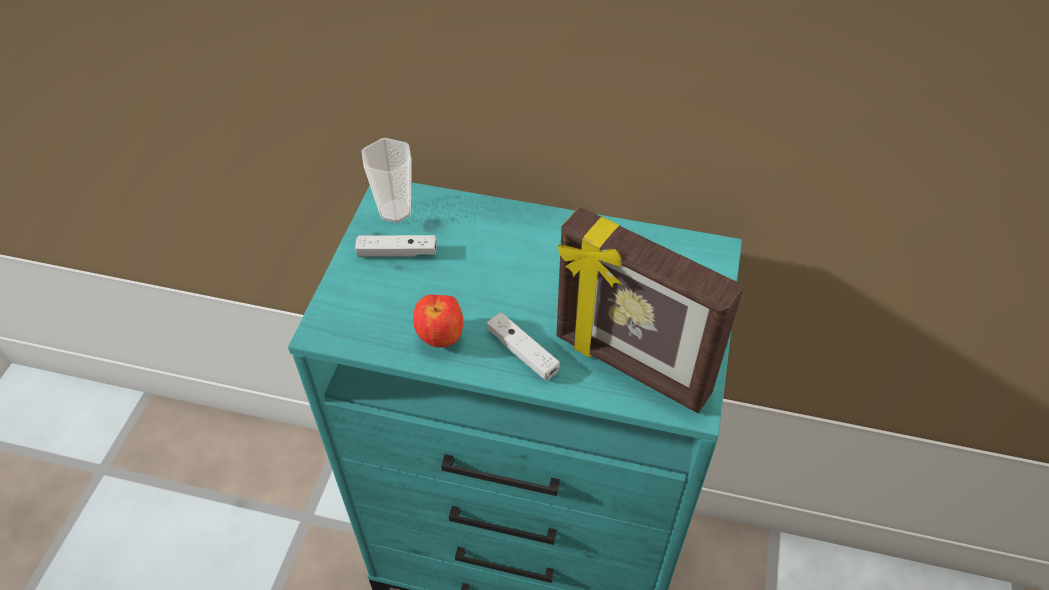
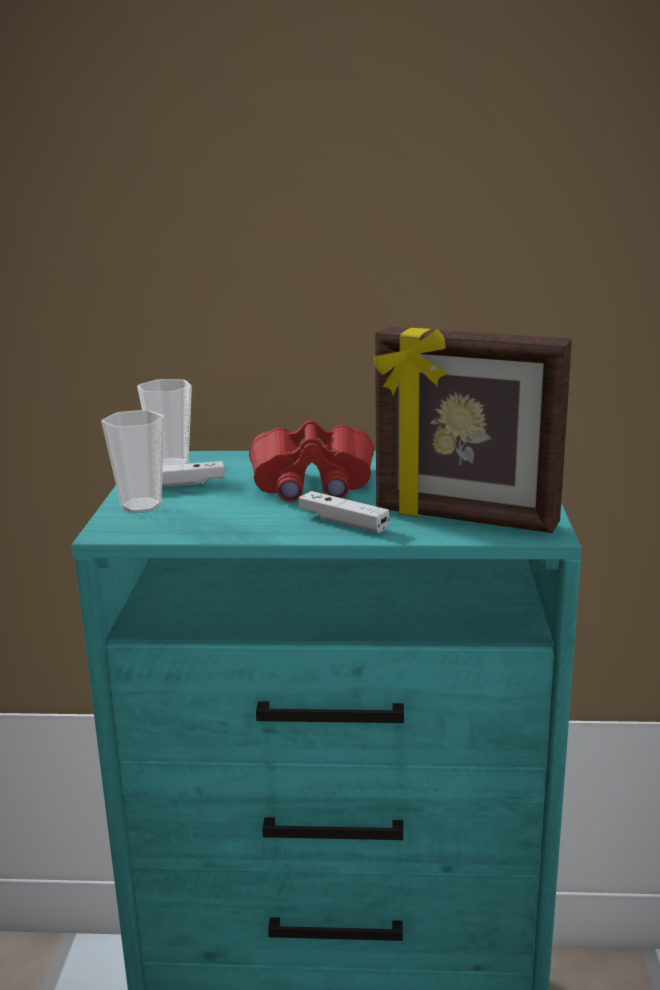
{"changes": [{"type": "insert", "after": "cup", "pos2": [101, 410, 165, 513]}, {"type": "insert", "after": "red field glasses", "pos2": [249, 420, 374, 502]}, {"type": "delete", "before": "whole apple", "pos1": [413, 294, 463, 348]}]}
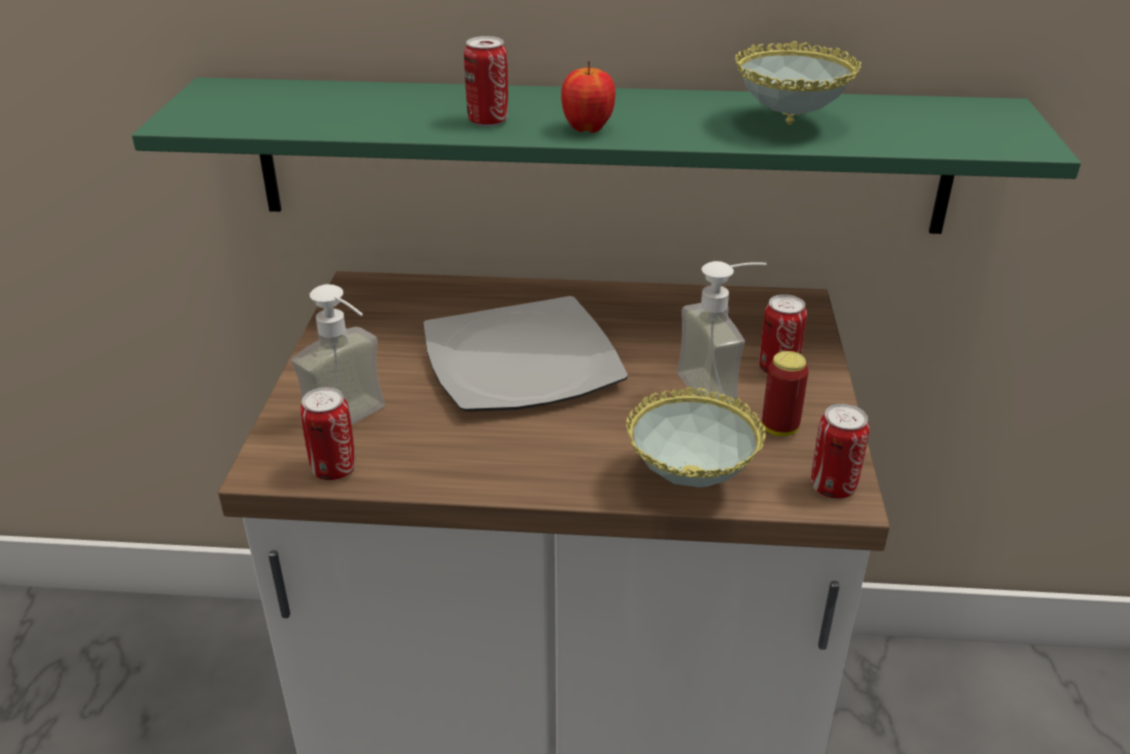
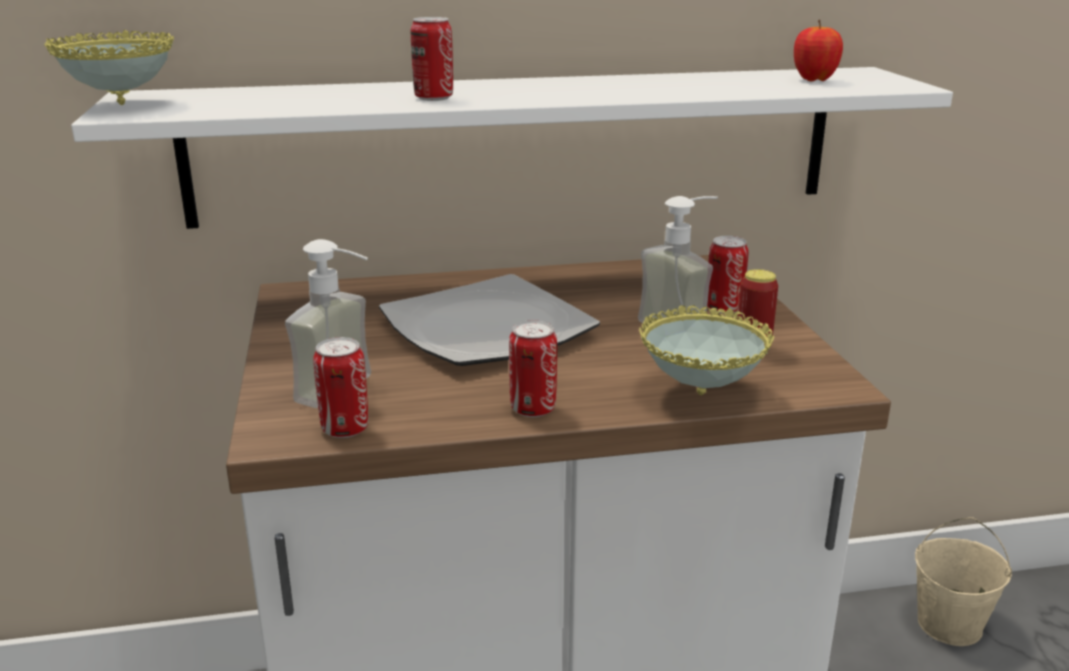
{"changes": [{"type": "move", "before": "deep dish", "pos1": [735, 41, 861, 125], "pos2": [44, 30, 174, 105]}, {"type": "recolor", "before": "green wall shelf", "after": "white wall shelf", "pos1": [132, 77, 1081, 234], "pos2": [71, 67, 953, 229]}, {"type": "move", "before": "can", "pos1": [811, 404, 870, 499], "pos2": [509, 320, 557, 417]}, {"type": "move", "before": "whole apple", "pos1": [561, 61, 616, 133], "pos2": [794, 20, 843, 82]}, {"type": "insert", "after": "beige-coloured bucket", "pos2": [915, 517, 1012, 646]}]}
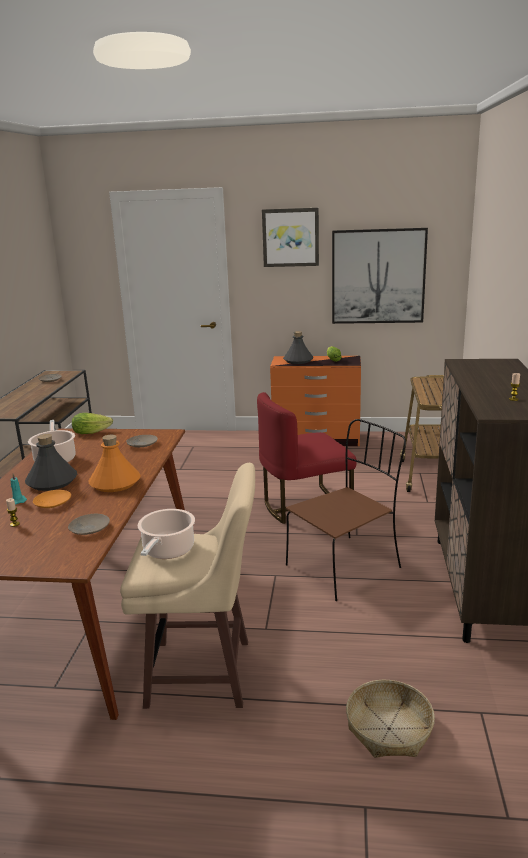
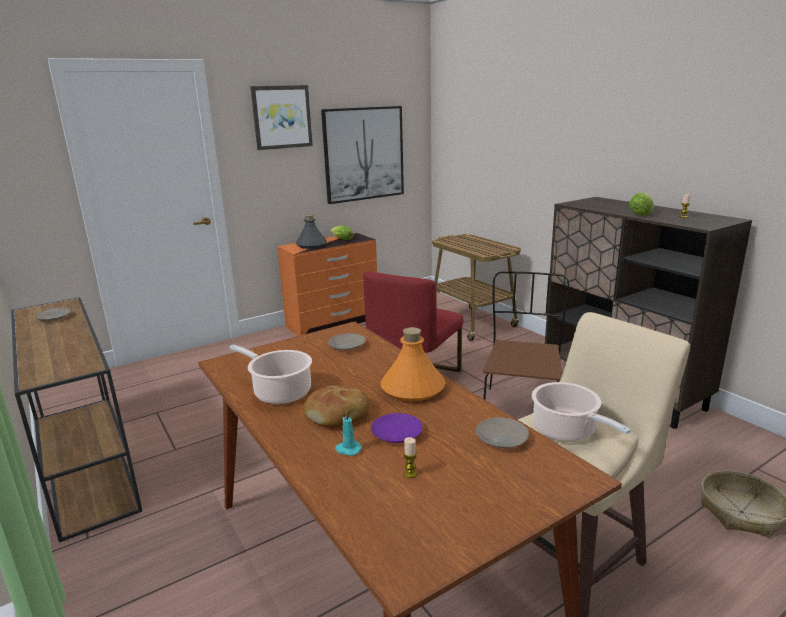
{"changes": [{"type": "replace", "before": "grey beverage bottle", "after": "bread", "pos1": [25, 434, 77, 491], "pos2": [304, 385, 369, 427]}, {"type": "recolor", "before": "orangey flat dish", "after": "purple-coloured flat dish", "pos1": [33, 490, 71, 508], "pos2": [371, 413, 422, 443]}, {"type": "move", "before": "head of lettuce", "pos1": [72, 413, 113, 434], "pos2": [629, 193, 654, 216]}]}
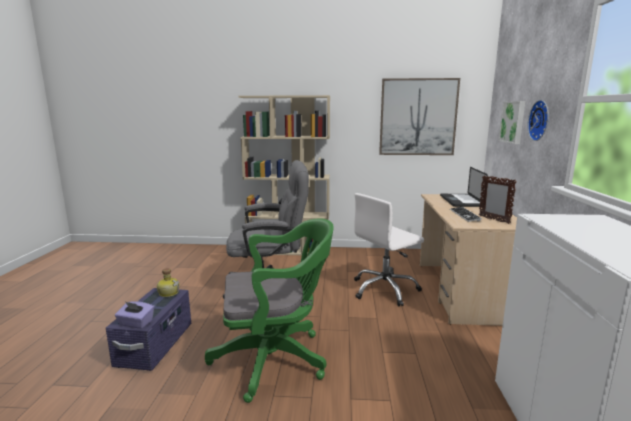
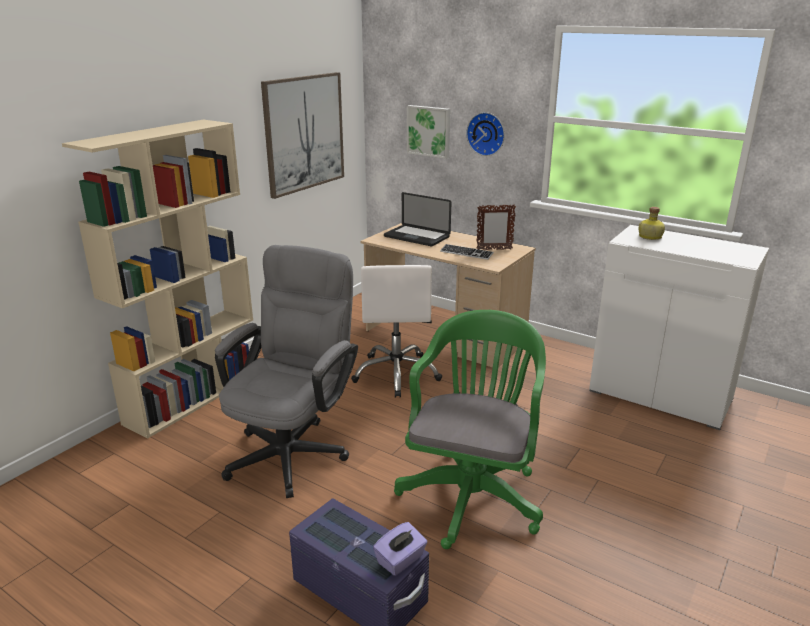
{"changes": [{"type": "move", "before": "beverage bottle", "pos1": [157, 268, 179, 297], "pos2": [639, 207, 665, 240]}]}
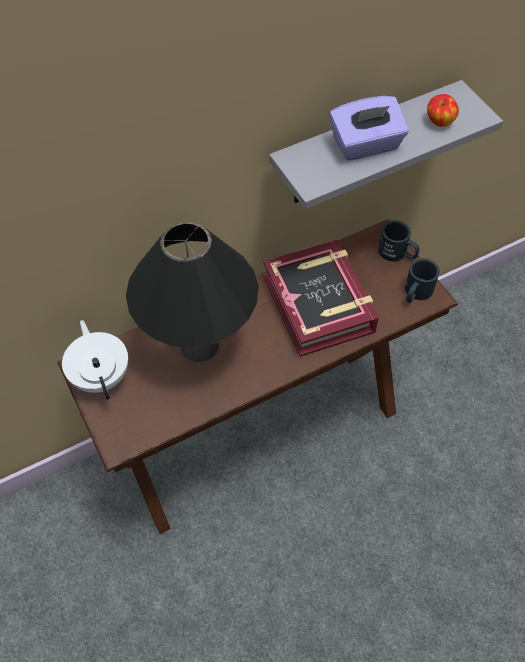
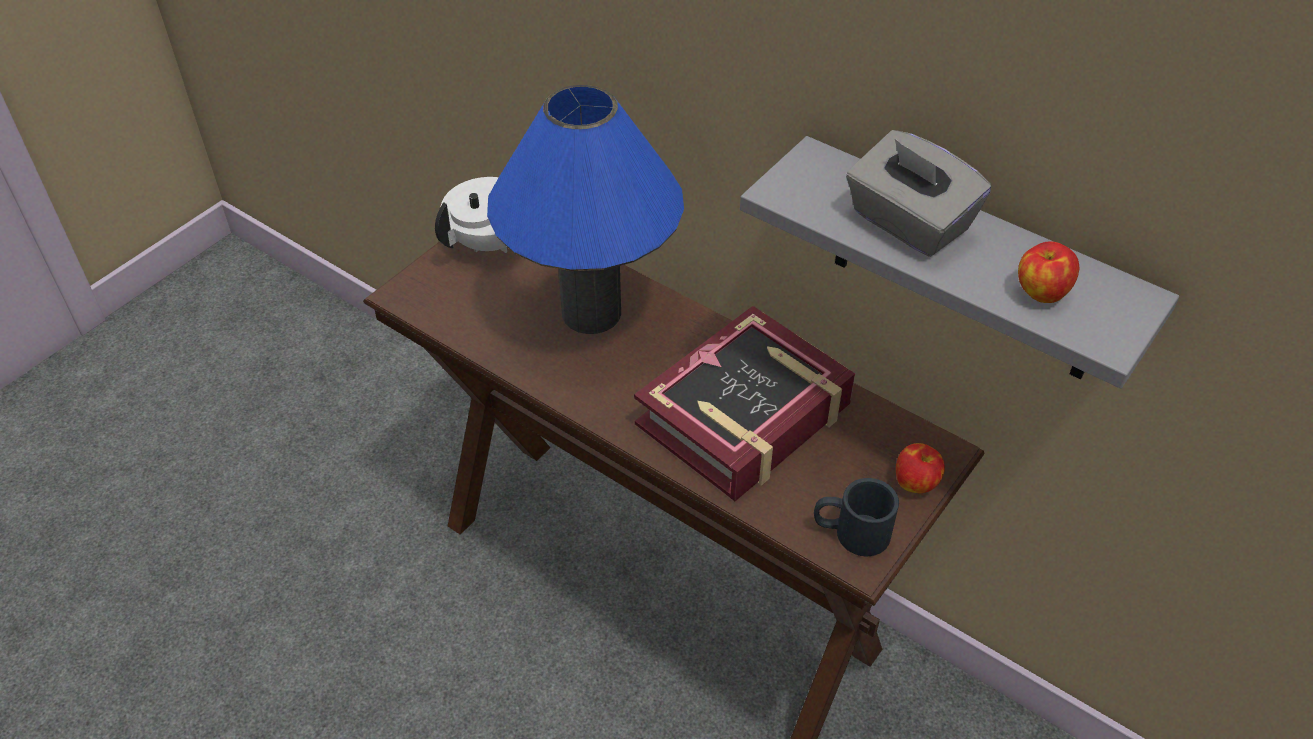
{"changes": [{"type": "recolor", "before": "blackish lamp for a table", "after": "blue lamp for a table", "pos1": [126, 222, 259, 362], "pos2": [487, 85, 684, 334]}, {"type": "recolor", "before": "purple-coloured tissue holder", "after": "grey tissue holder", "pos1": [329, 96, 409, 161], "pos2": [846, 130, 991, 257]}, {"type": "replace", "before": "blackish coffee mug", "after": "whole apple", "pos1": [378, 220, 419, 261], "pos2": [896, 443, 945, 493]}]}
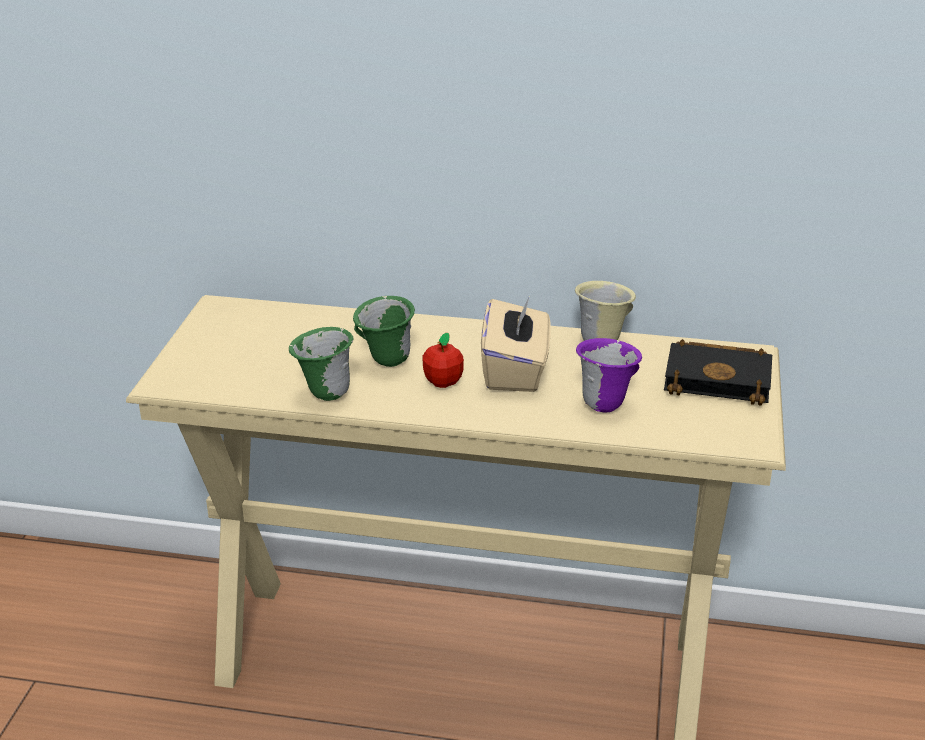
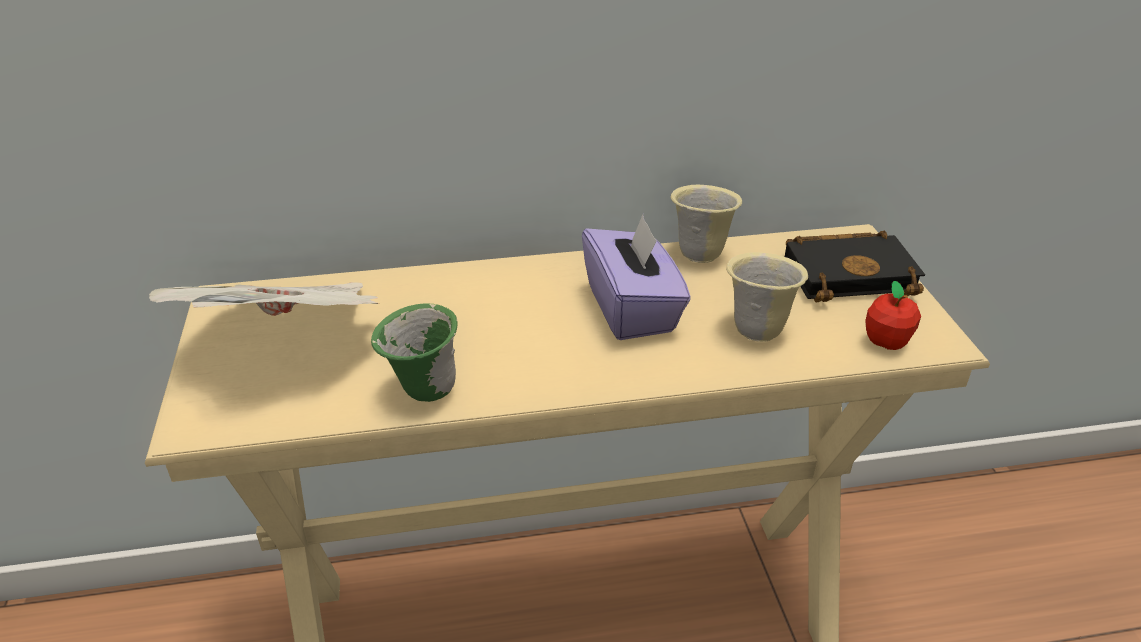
{"changes": [{"type": "insert", "after": "newspaper", "pos2": [149, 282, 379, 316]}, {"type": "recolor", "before": "beige-coloured tissue holder", "after": "purple-coloured tissue holder", "pos1": [481, 293, 551, 392], "pos2": [582, 215, 691, 340]}, {"type": "recolor", "before": "purple-coloured coffee mug", "after": "beige-coloured coffee mug", "pos1": [576, 338, 642, 412], "pos2": [726, 252, 808, 342]}, {"type": "move", "before": "whole apple", "pos1": [422, 333, 464, 388], "pos2": [865, 281, 921, 350]}, {"type": "delete", "before": "green coffee mug", "pos1": [353, 296, 415, 367]}]}
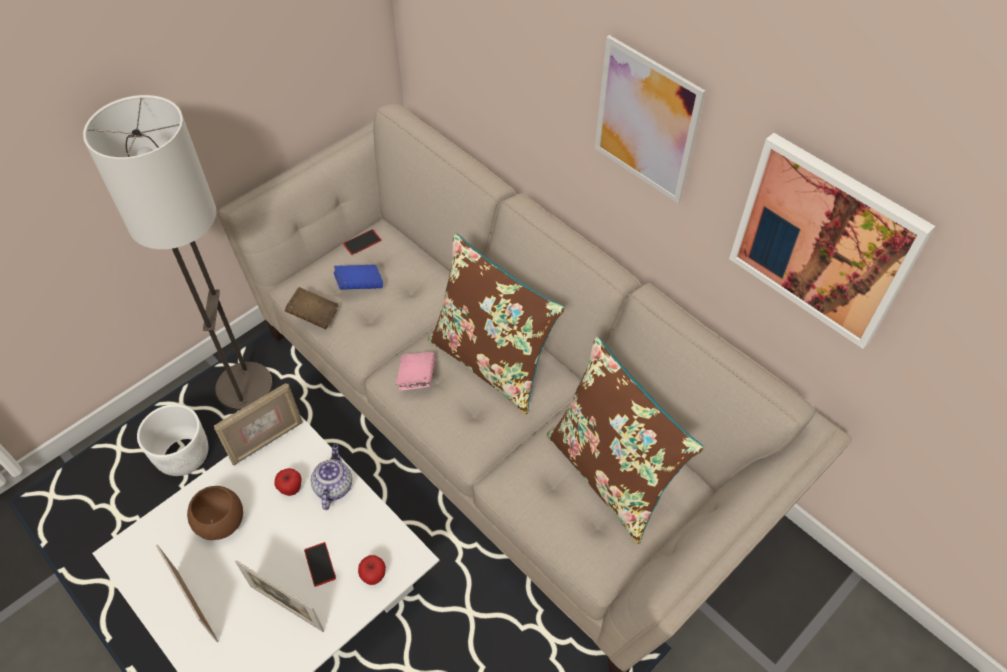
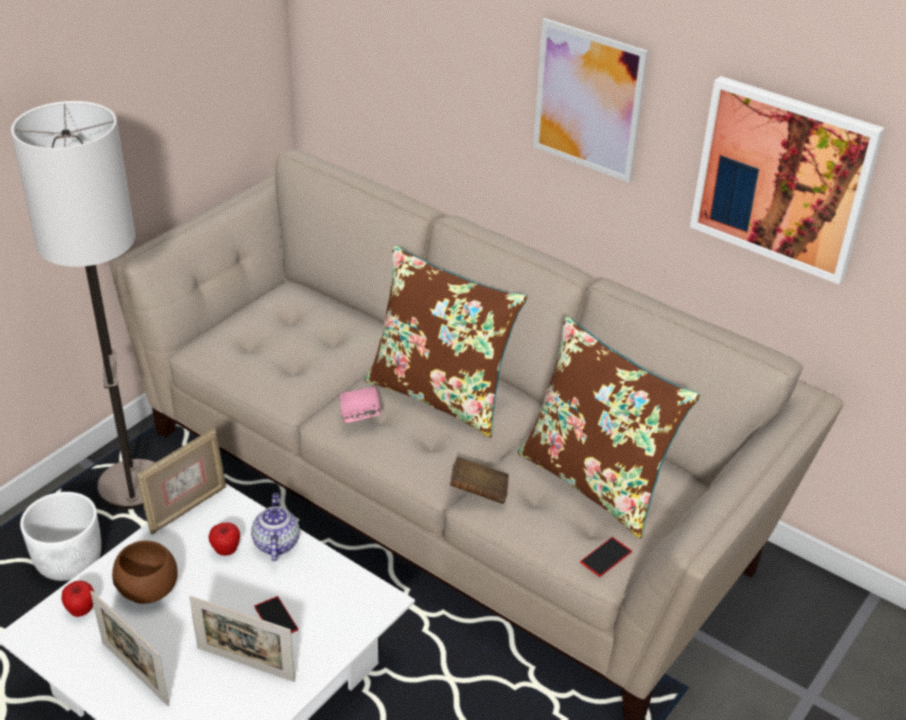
{"changes": [{"type": "move", "before": "whole apple", "pos1": [358, 555, 386, 585], "pos2": [61, 581, 95, 617]}, {"type": "move", "before": "brownish bound book", "pos1": [285, 287, 339, 329], "pos2": [450, 457, 509, 504]}, {"type": "move", "before": "phone", "pos1": [343, 229, 382, 255], "pos2": [580, 537, 632, 577]}, {"type": "delete", "before": "blue bound book", "pos1": [333, 265, 383, 290]}]}
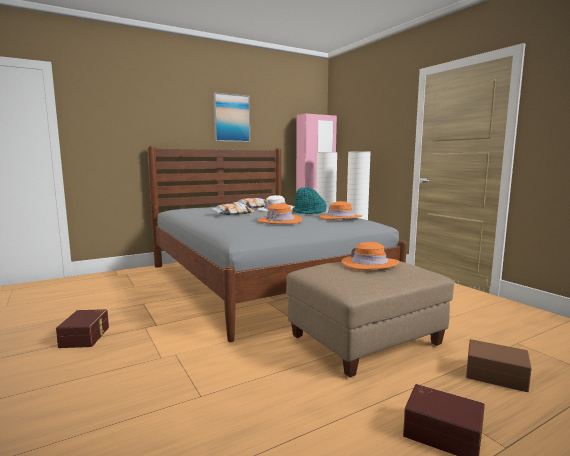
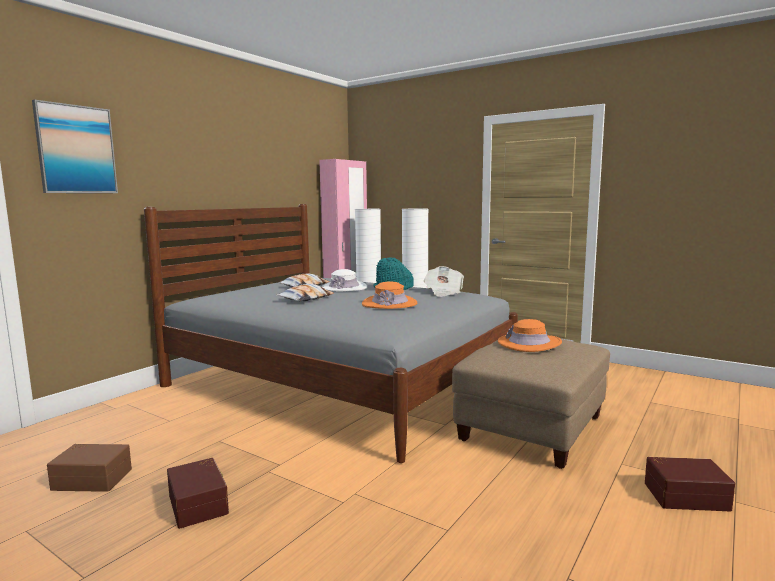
{"changes": [{"type": "move", "before": "wall picture", "pos1": [213, 92, 250, 142], "pos2": [32, 99, 118, 193]}, {"type": "move", "before": "brownish storage bin", "pos1": [466, 339, 532, 392], "pos2": [47, 444, 132, 492]}, {"type": "replace", "before": "orangey hat", "after": "newspaper", "pos1": [320, 201, 362, 220], "pos2": [423, 266, 464, 297]}]}
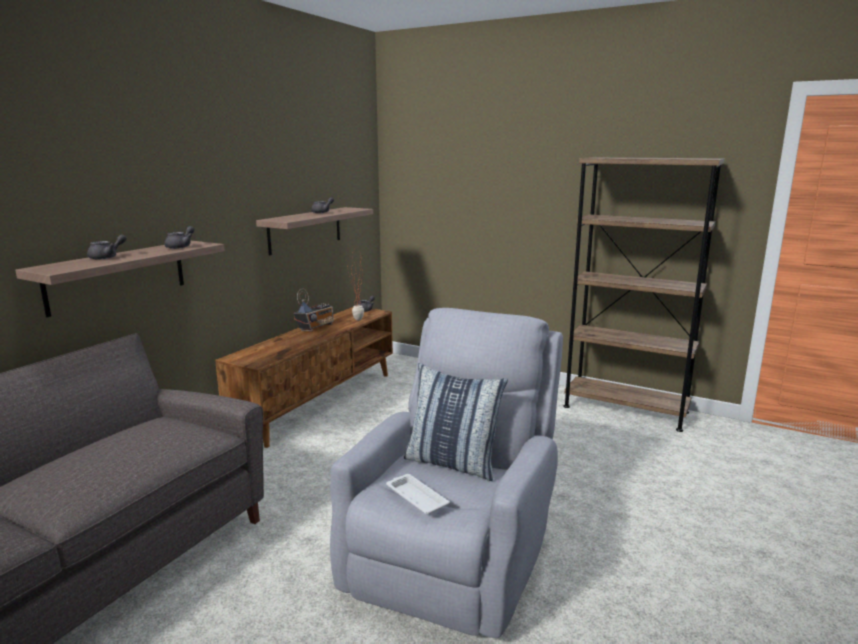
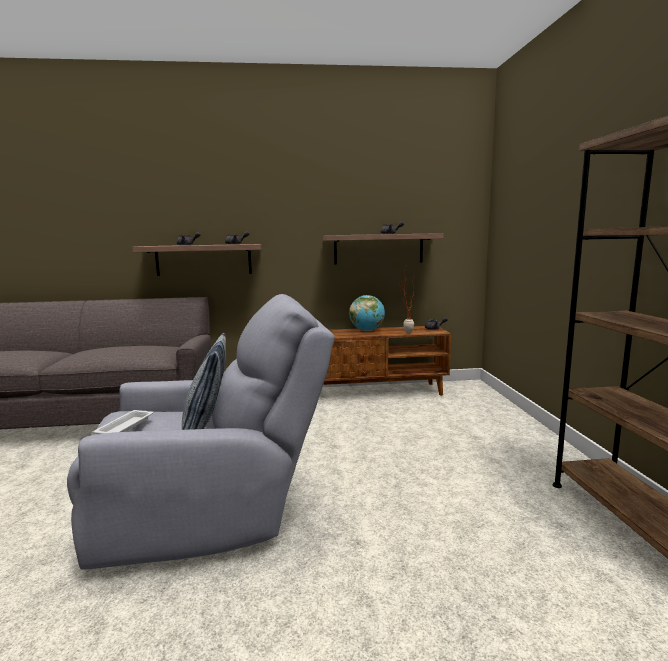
{"changes": [{"type": "replace", "before": "radio set", "after": "desk globe", "pos1": [294, 289, 334, 332], "pos2": [349, 295, 385, 331]}]}
